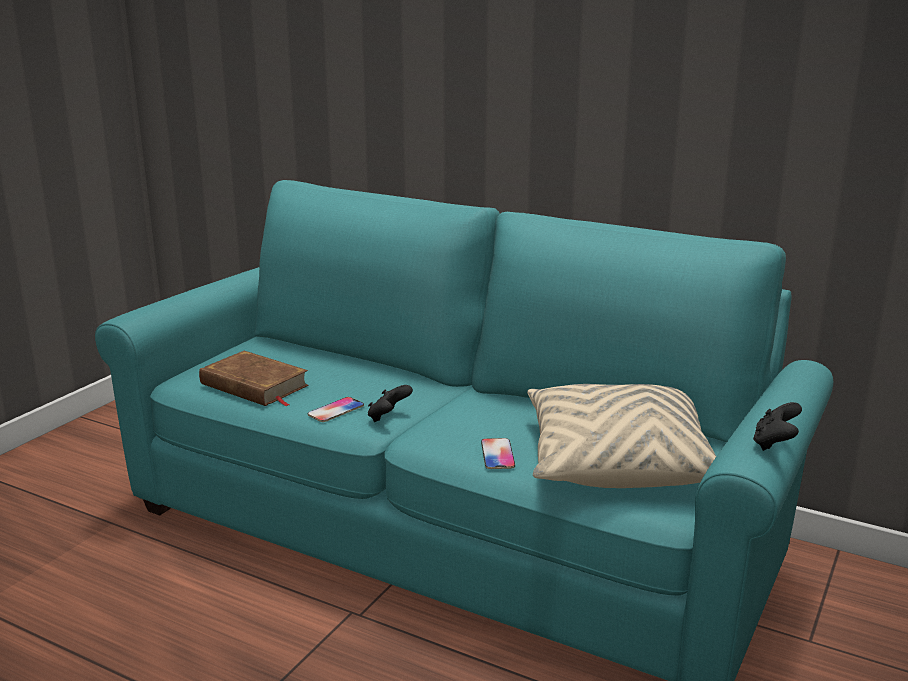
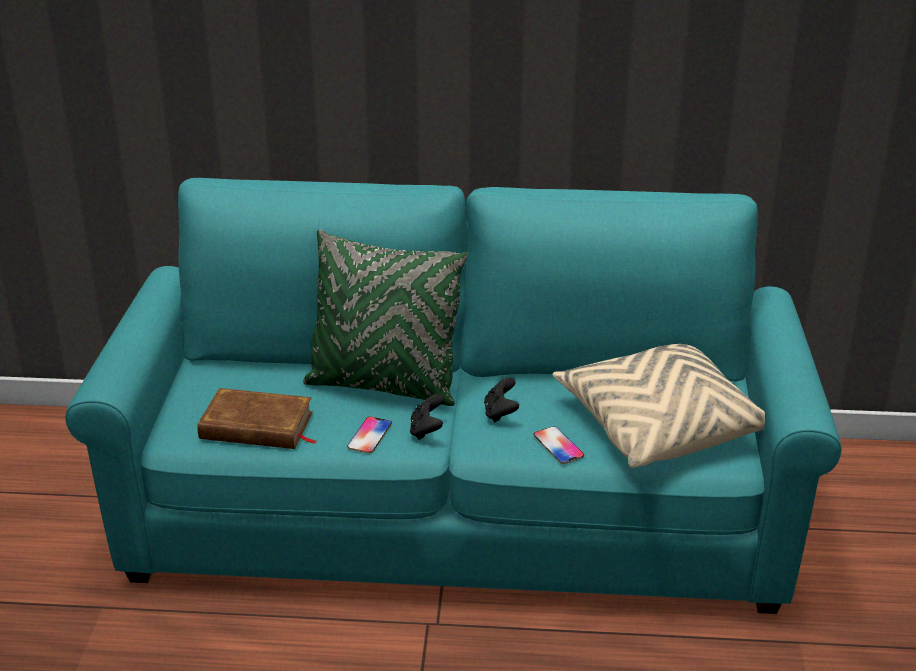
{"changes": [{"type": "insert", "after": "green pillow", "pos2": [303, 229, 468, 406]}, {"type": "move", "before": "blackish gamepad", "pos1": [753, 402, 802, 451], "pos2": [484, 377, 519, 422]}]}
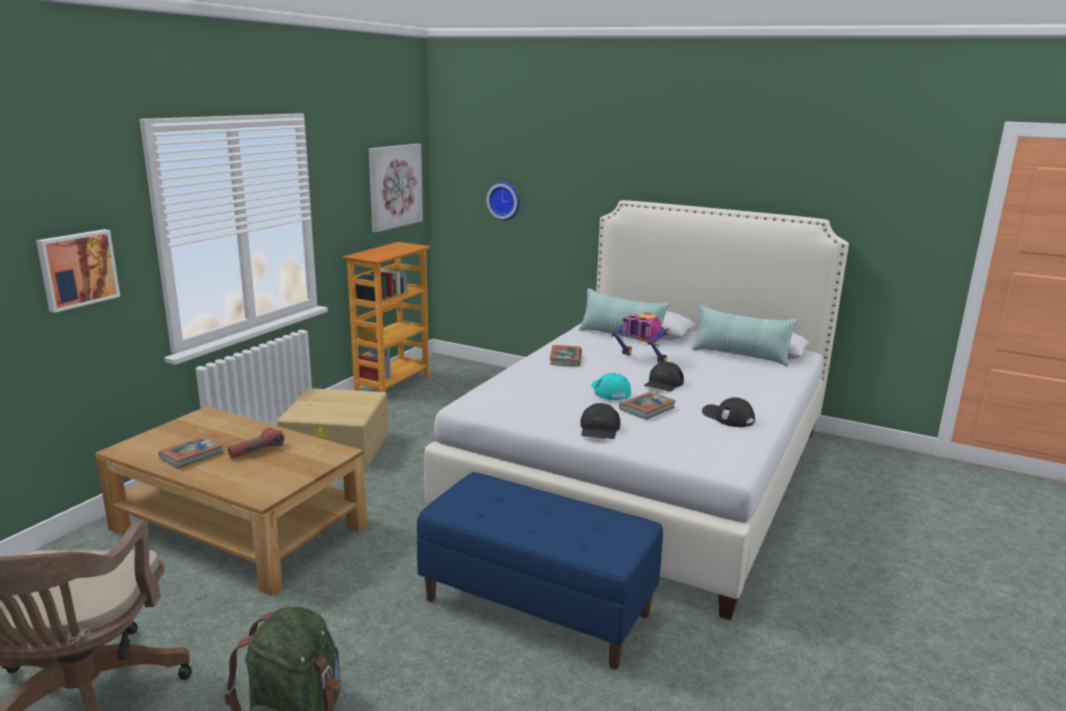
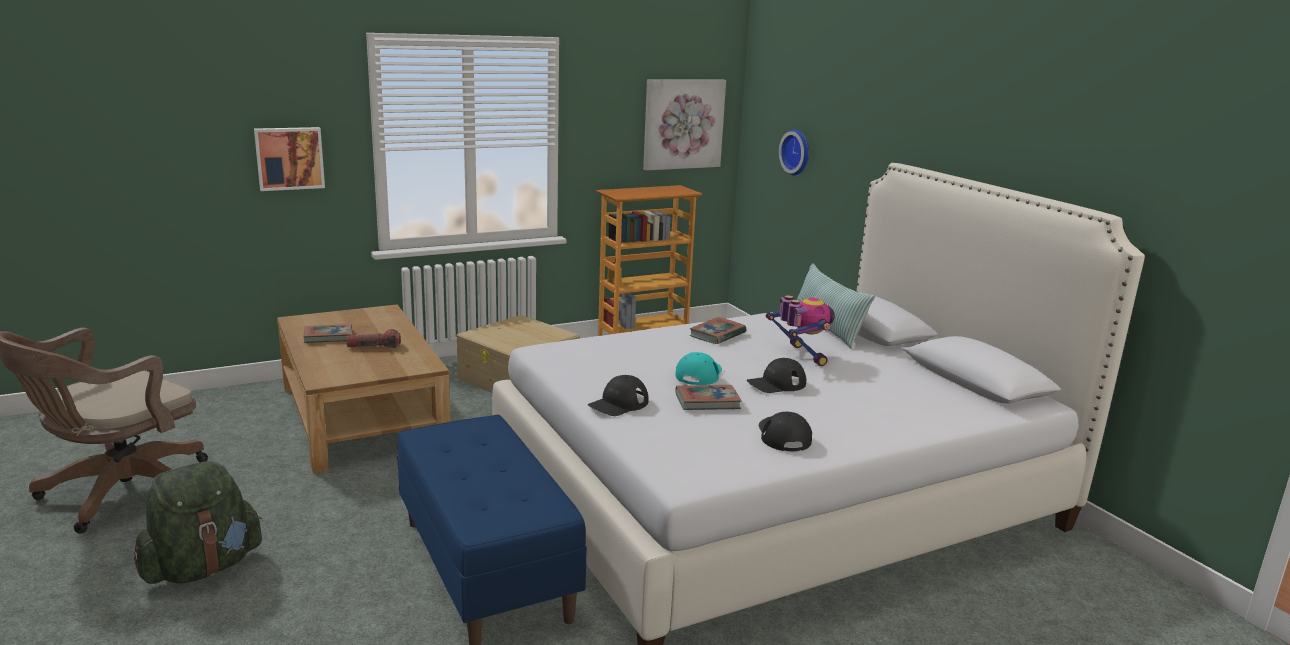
{"changes": [{"type": "delete", "before": "pillow", "pos1": [691, 305, 798, 366]}]}
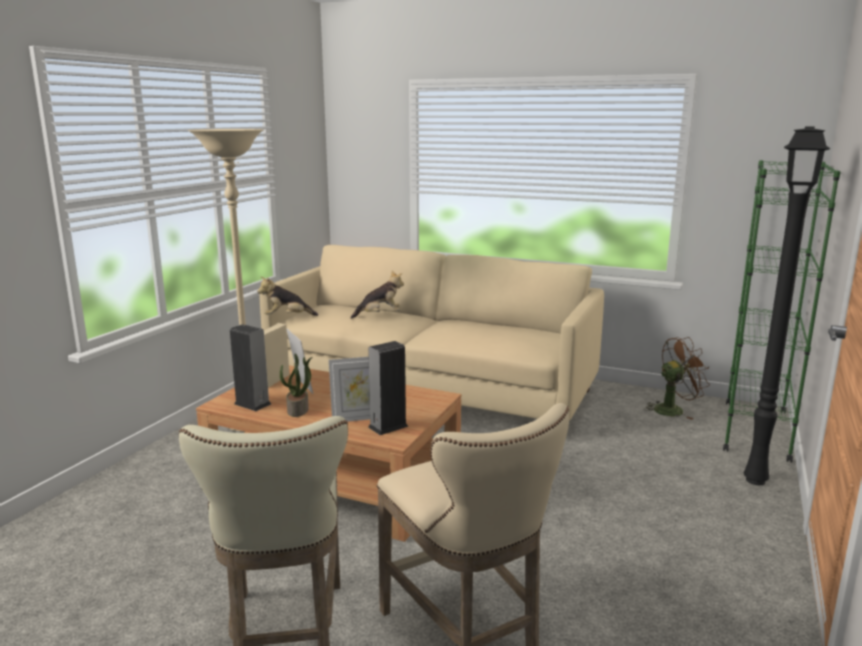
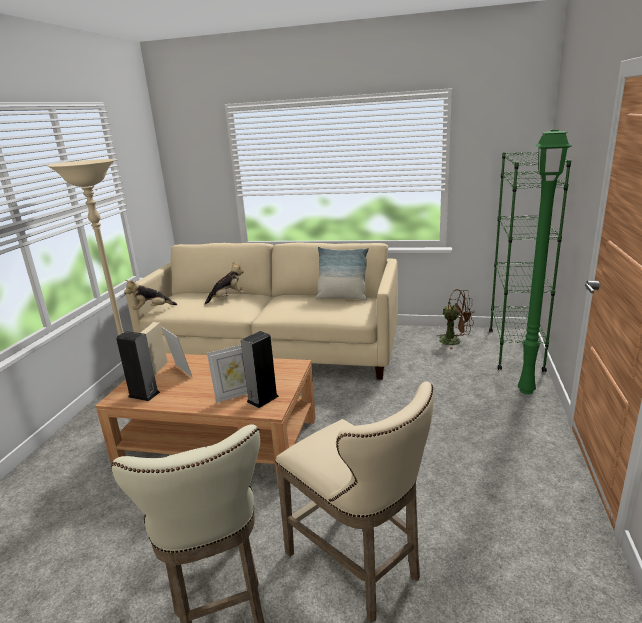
{"changes": [{"type": "insert", "after": "pillow", "pos2": [315, 247, 369, 301]}, {"type": "rotate", "before": "brownish electric fan", "pos1": [644, 337, 710, 420], "pos2": [436, 289, 474, 349], "turn": 60}, {"type": "recolor", "before": "blackish floor lamp", "after": "green floor lamp", "pos1": [744, 127, 830, 485], "pos2": [518, 129, 572, 394]}, {"type": "delete", "before": "plant in a pot", "pos1": [280, 353, 312, 417]}]}
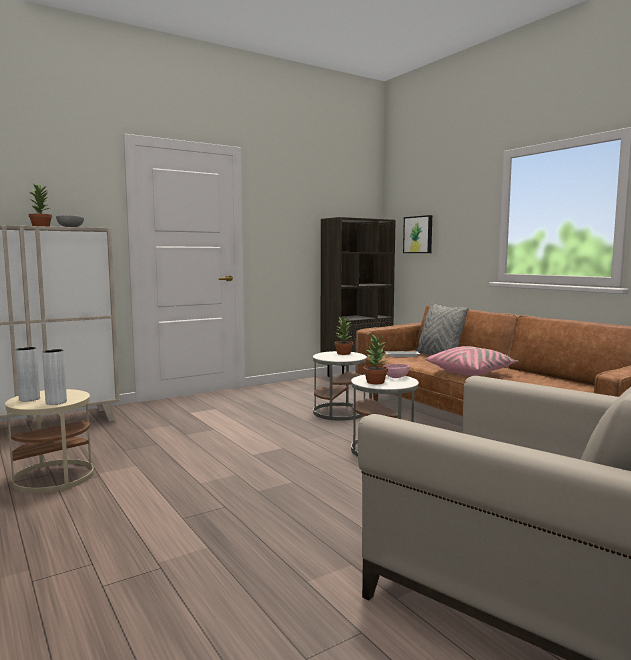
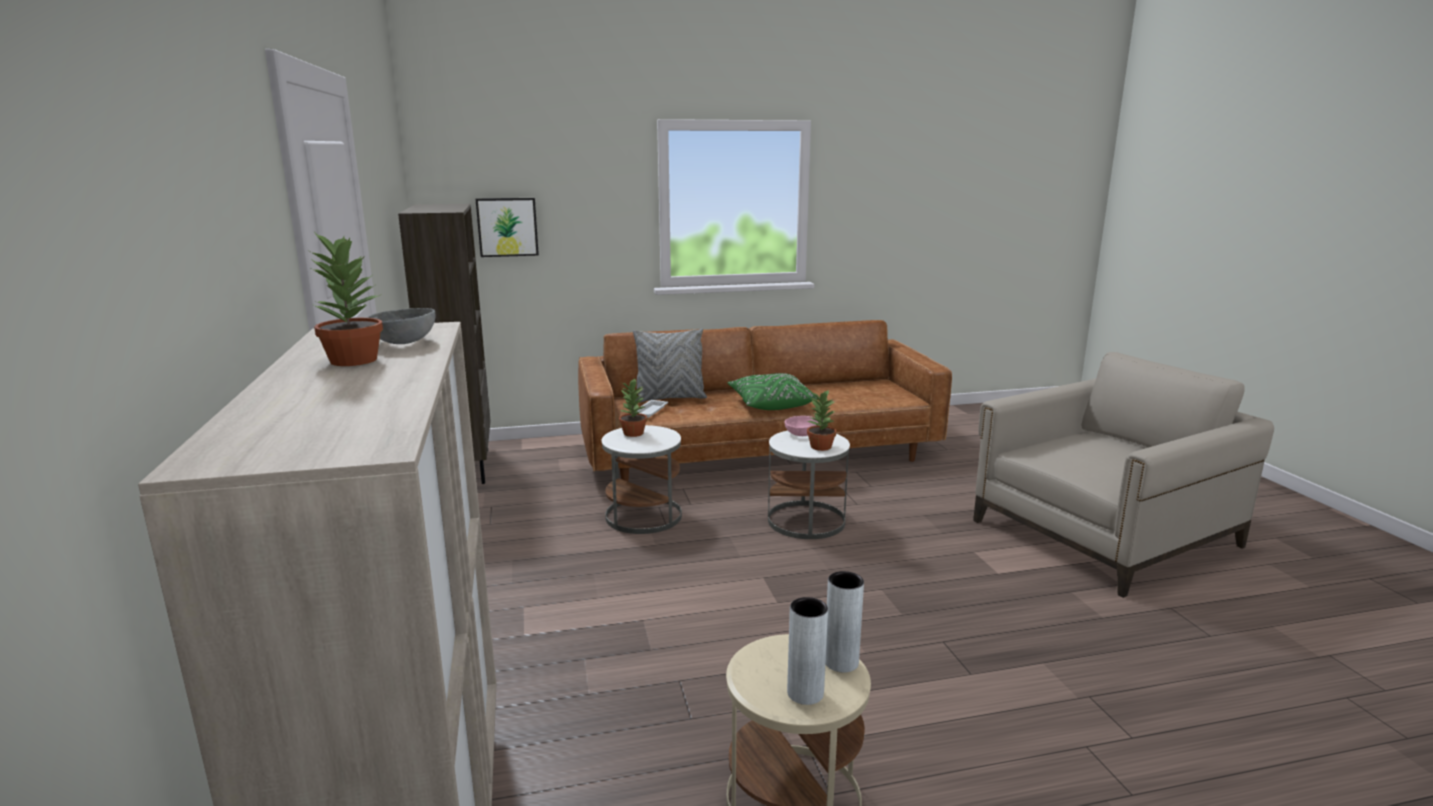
{"changes": [{"type": "recolor", "before": "pinkish pillow", "after": "green pillow", "pos1": [425, 346, 518, 376], "pos2": [728, 373, 818, 410]}]}
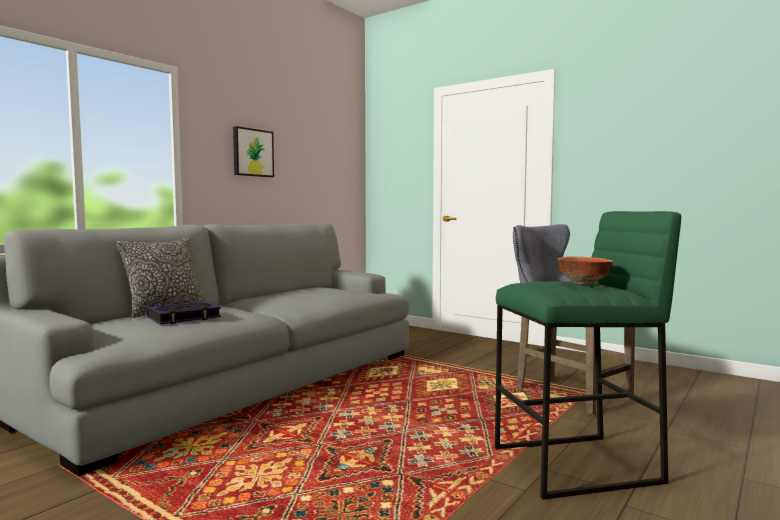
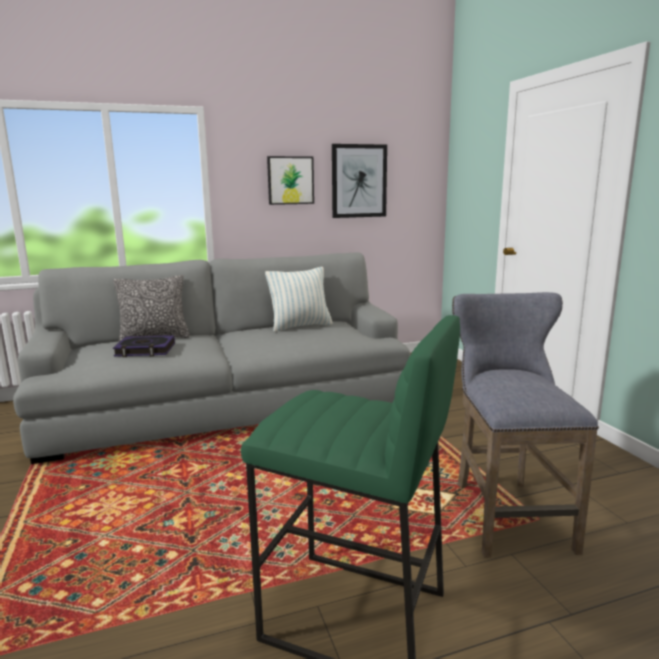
{"changes": [{"type": "insert", "after": "pillow", "pos2": [265, 267, 333, 332]}, {"type": "insert", "after": "wall picture", "pos2": [332, 144, 387, 218]}, {"type": "delete", "before": "deep dish", "pos1": [557, 256, 613, 284]}]}
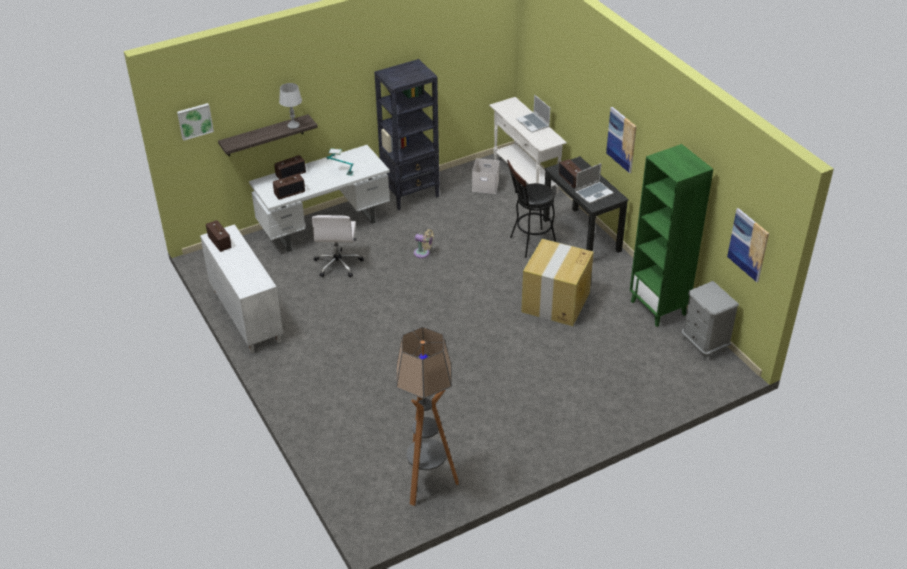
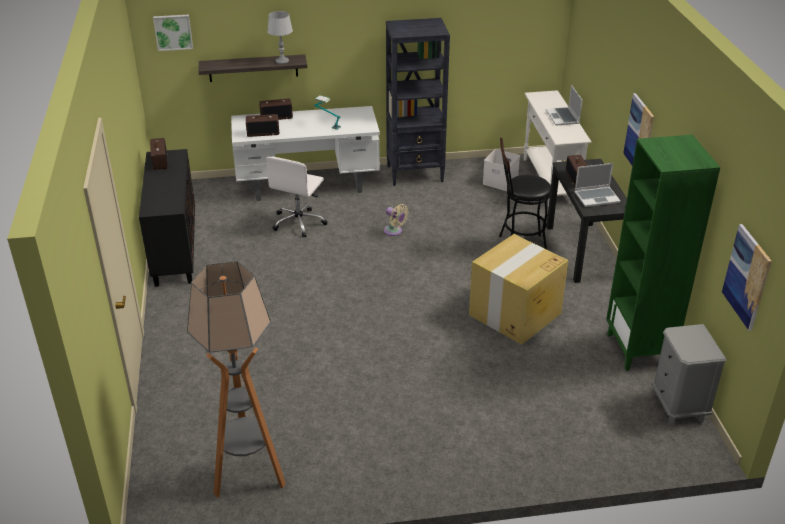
{"changes": [{"type": "recolor", "before": "white cupboard", "after": "blackish cupboard", "pos1": [200, 224, 283, 353], "pos2": [139, 149, 195, 287]}]}
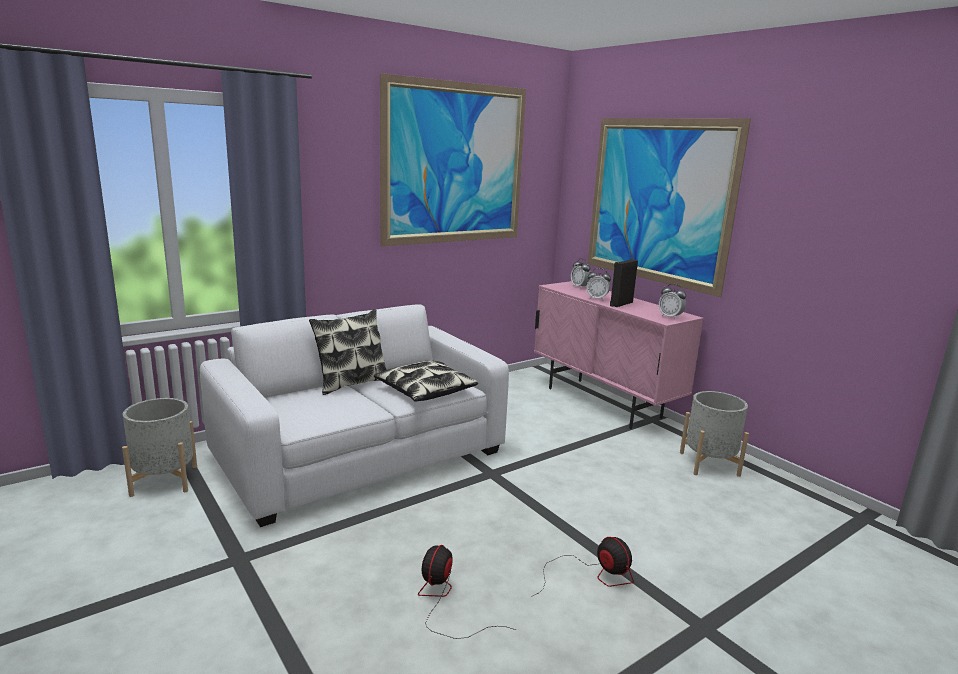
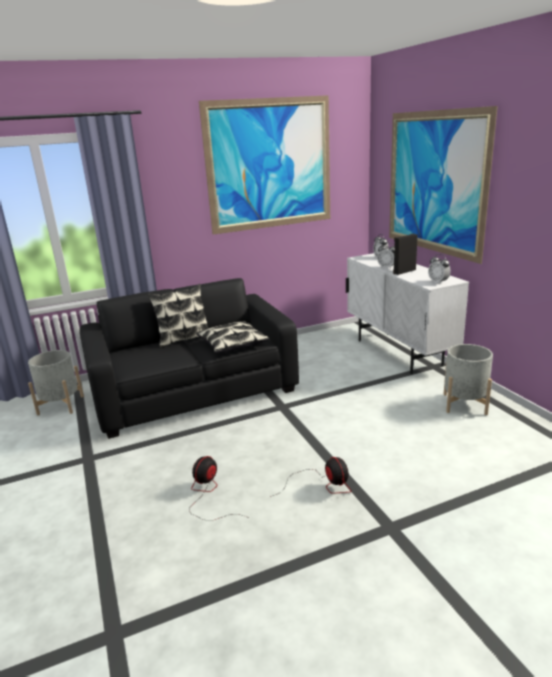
{"changes": [{"type": "recolor", "before": "white couch", "after": "blackish couch", "pos1": [200, 304, 509, 527], "pos2": [79, 278, 299, 439]}, {"type": "recolor", "before": "pinkish cupboard", "after": "white cupboard", "pos1": [534, 281, 704, 429], "pos2": [346, 253, 469, 374]}]}
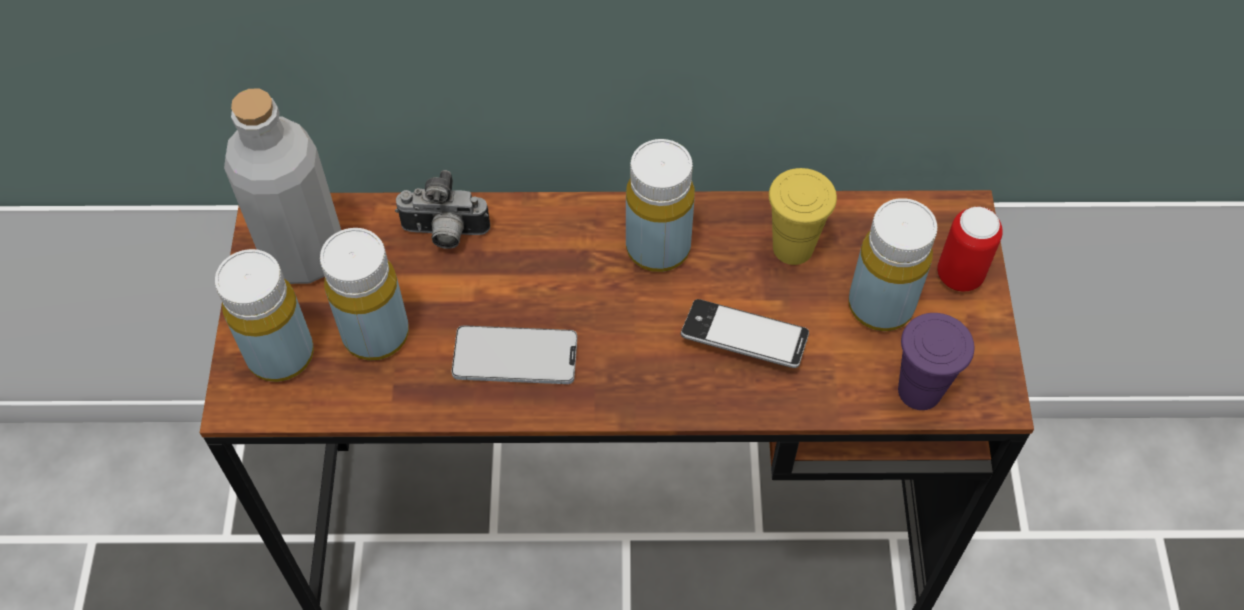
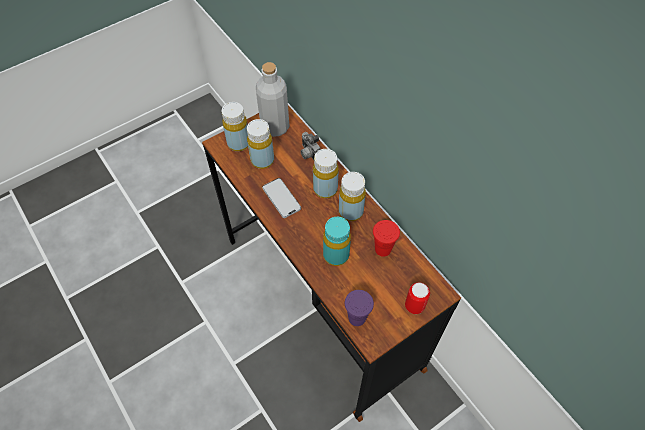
{"changes": [{"type": "move", "before": "yellow-coloured beverage bottle", "pos1": [848, 198, 937, 331], "pos2": [313, 149, 339, 198]}, {"type": "replace", "before": "phone", "after": "turquoise beverage bottle", "pos1": [681, 299, 809, 368], "pos2": [323, 217, 351, 266]}, {"type": "recolor", "before": "yellow-coloured cup", "after": "red cup", "pos1": [769, 168, 837, 265], "pos2": [373, 220, 400, 257]}]}
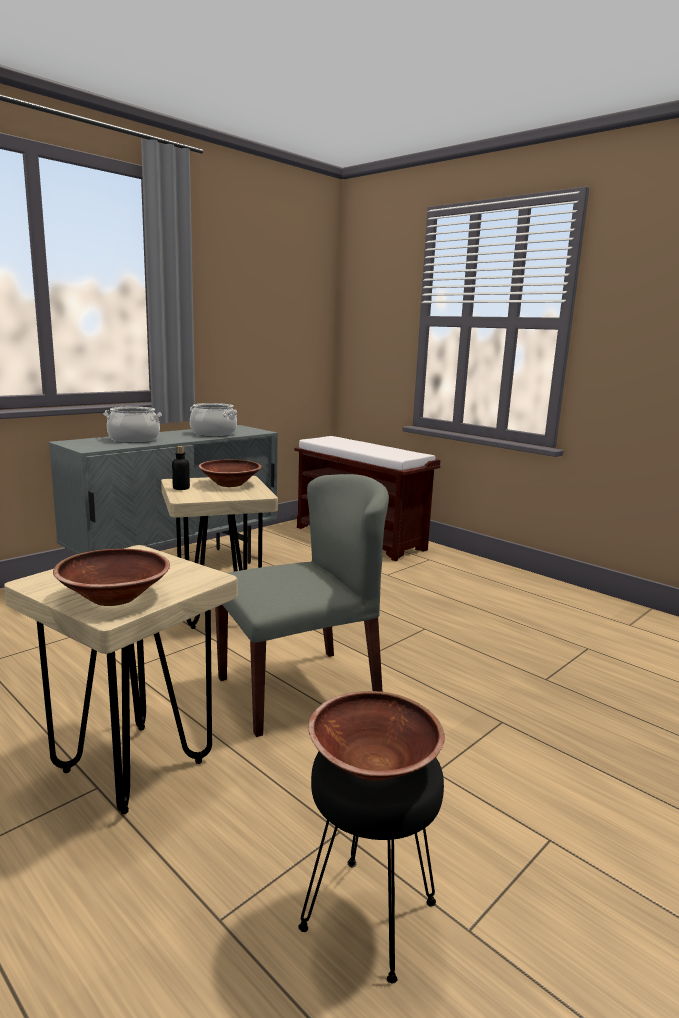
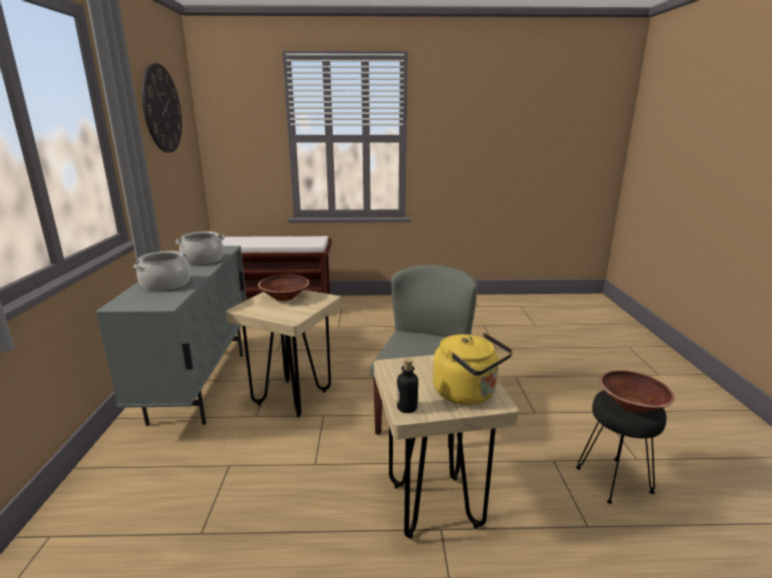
{"changes": [{"type": "insert", "after": "hanging clock", "pos2": [142, 63, 182, 153]}, {"type": "move", "before": "beverage bottle", "pos1": [172, 446, 190, 490], "pos2": [397, 359, 418, 413]}, {"type": "replace", "before": "brownish deep dish", "after": "yellow-coloured kettle", "pos1": [53, 549, 170, 606], "pos2": [433, 333, 513, 405]}]}
